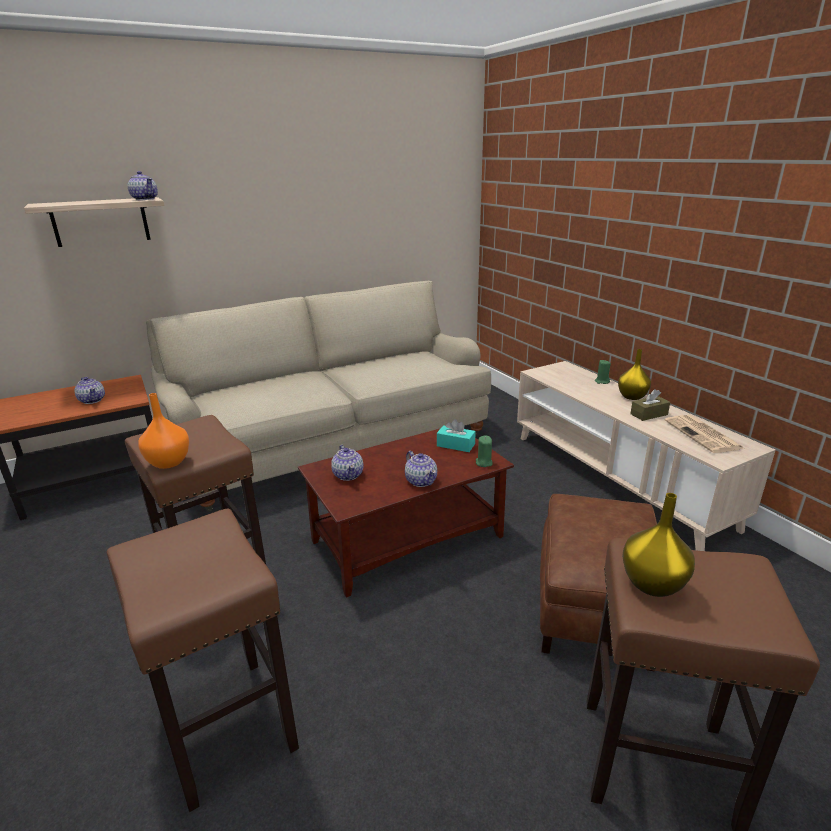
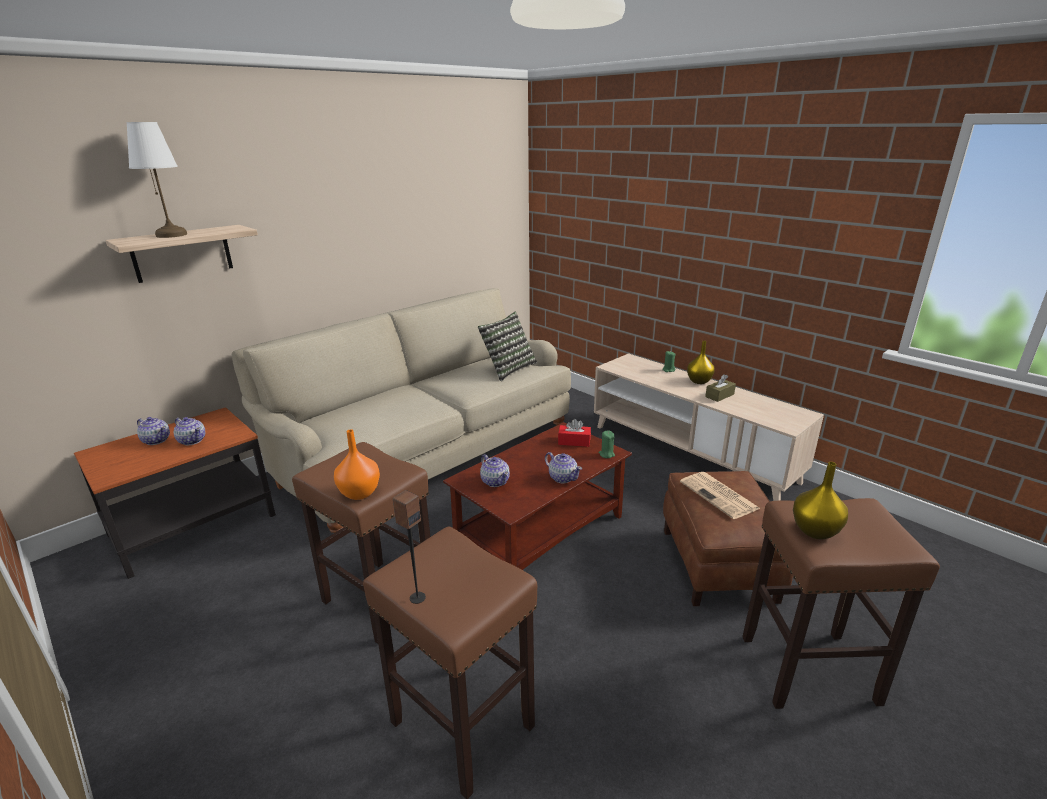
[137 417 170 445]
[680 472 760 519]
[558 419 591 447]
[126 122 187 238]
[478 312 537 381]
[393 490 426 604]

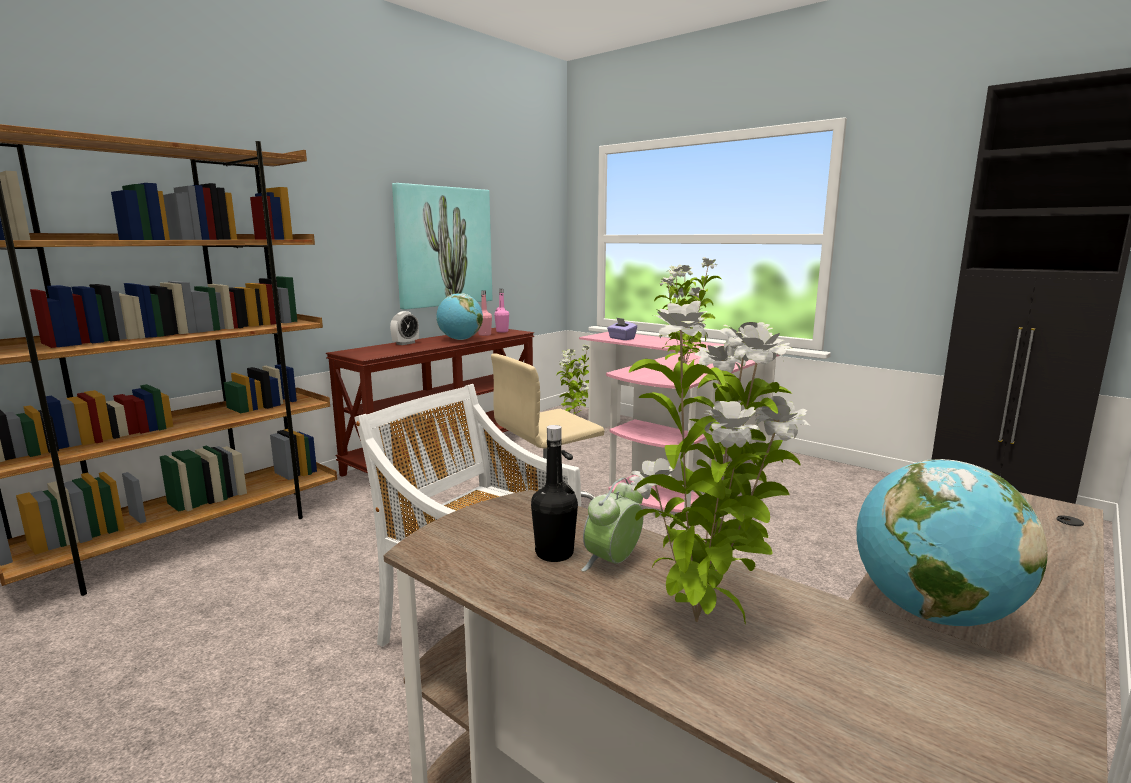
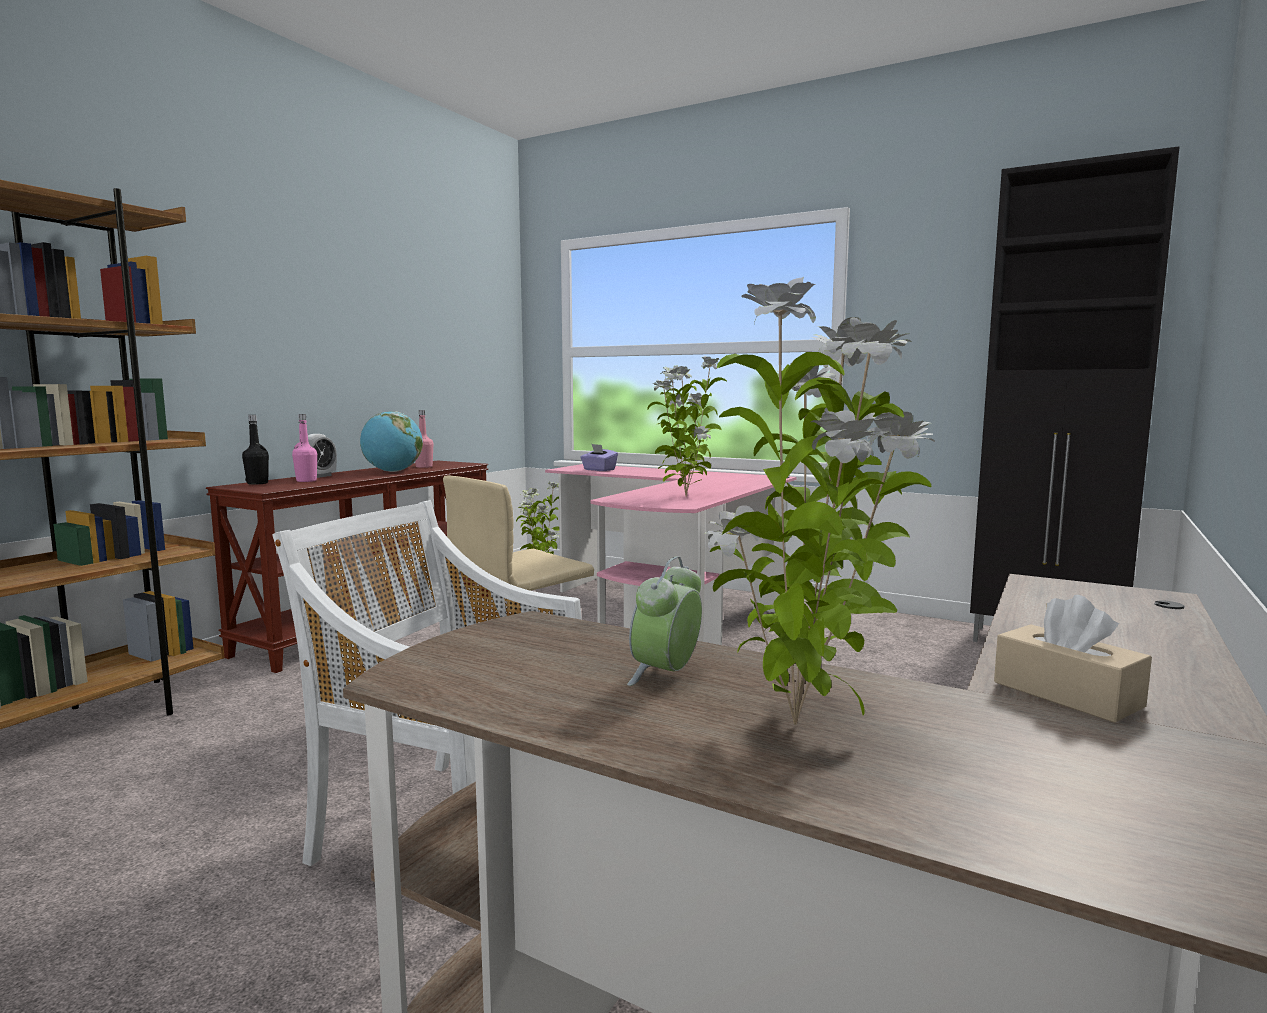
[392 183 492 310] (first image)
[292 414 317 482]
[242 415 269 485]
[994 595 1152 723]

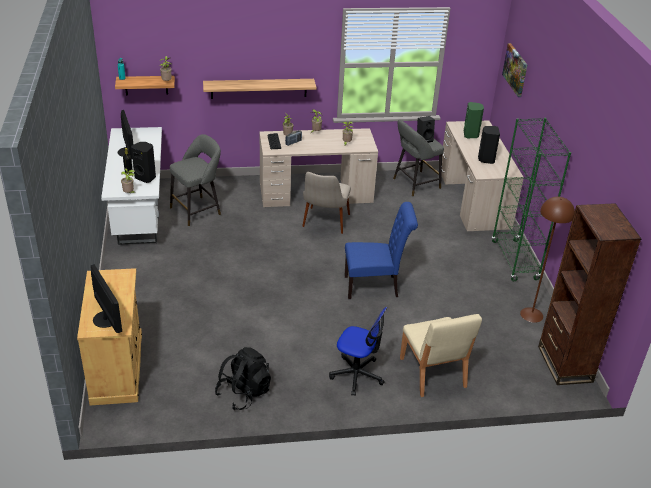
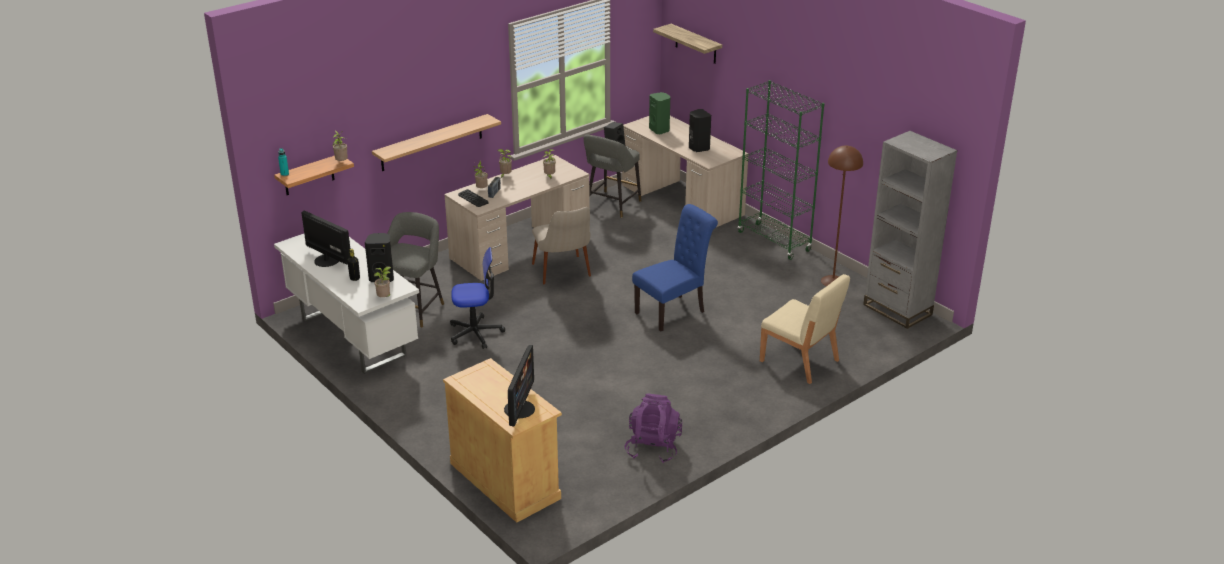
[653 24 722 64]
[863 131 958 329]
[504 345 535 426]
[450 247 505 349]
[624 394 682 463]

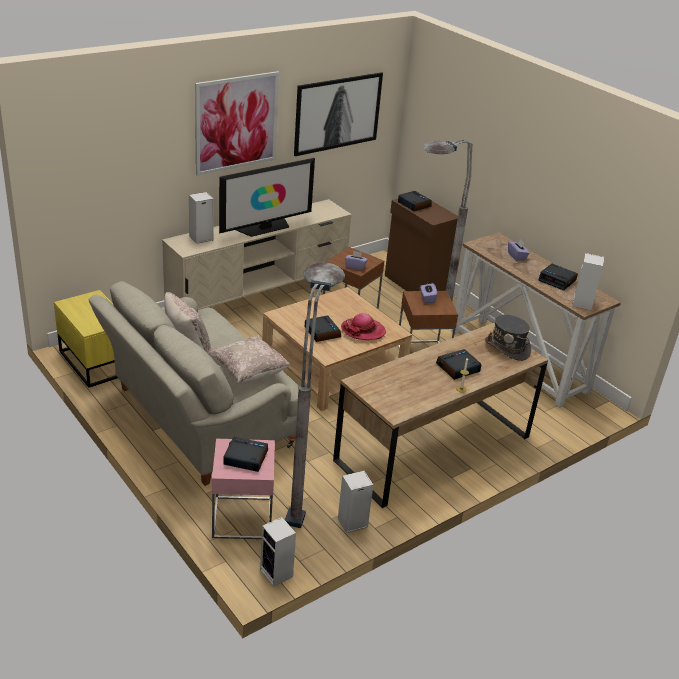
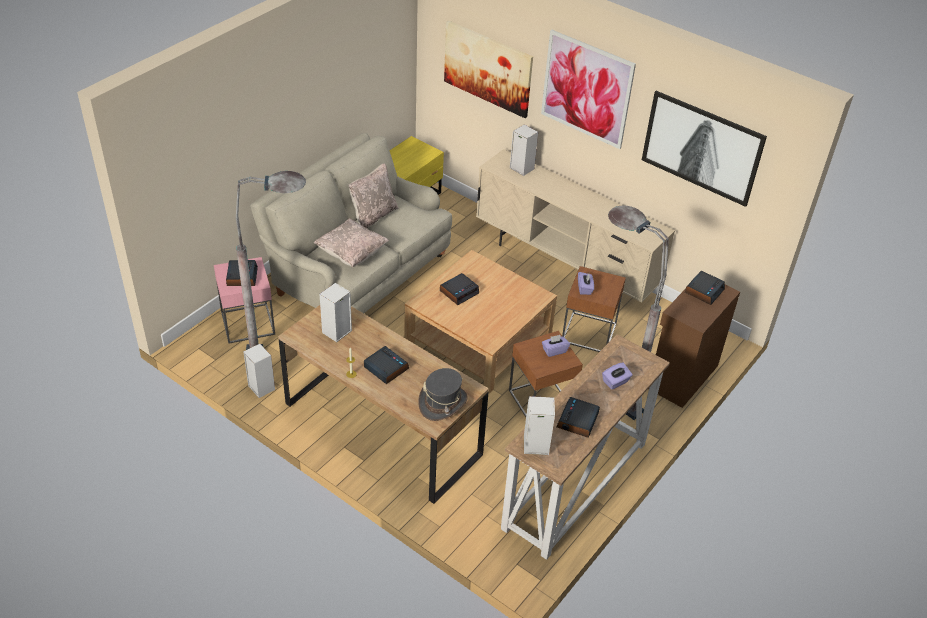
[219 158 315 237] (first image)
[341 313 386 340] (first image)
[320 283 352 342]
[444 21 533 118]

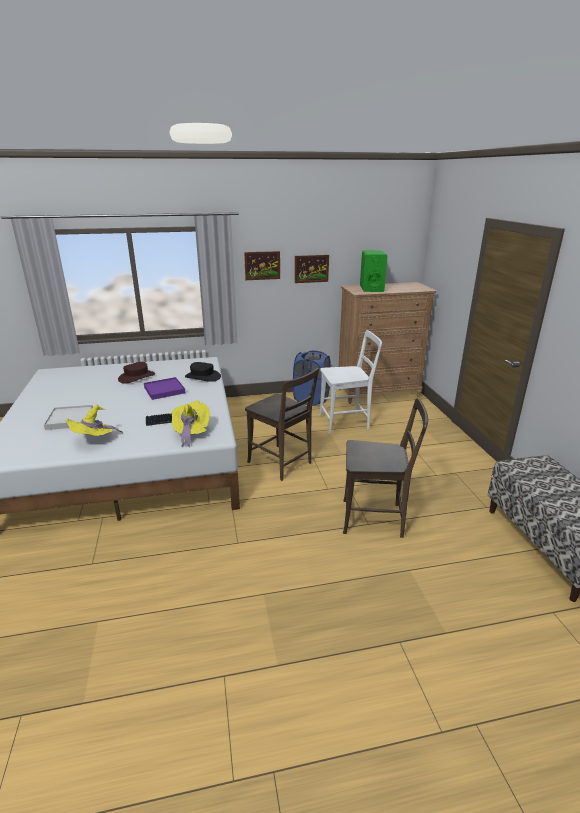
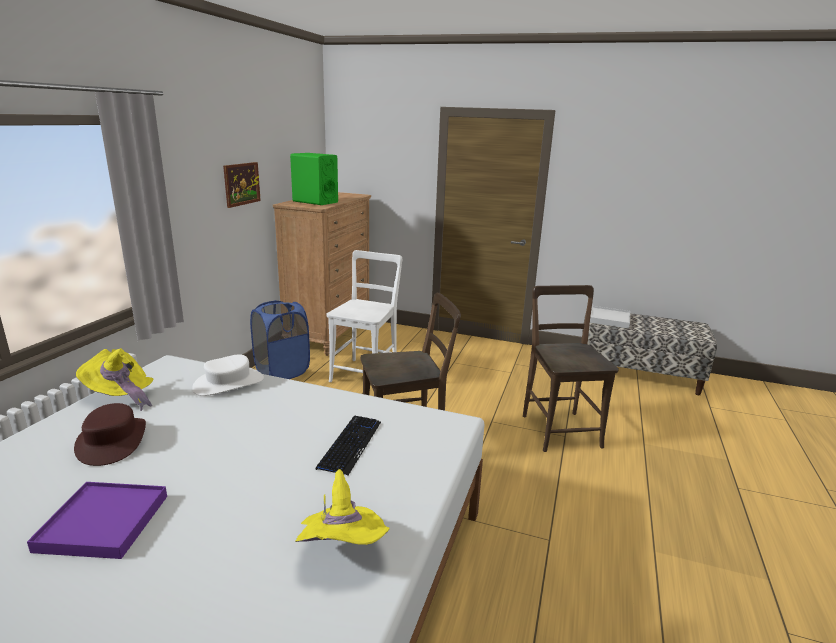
[244 251 280 280] (first image)
[192 354 264 396]
[27 482 167 559]
[523 285 619 452]
[76 348 153 411]
[590 306 630 329]

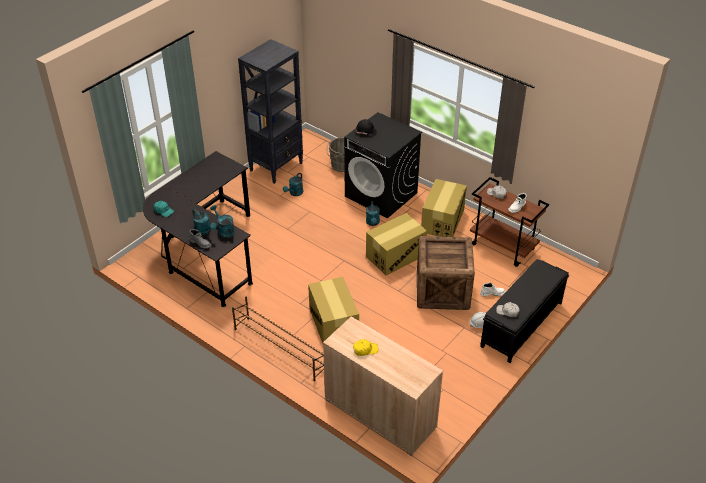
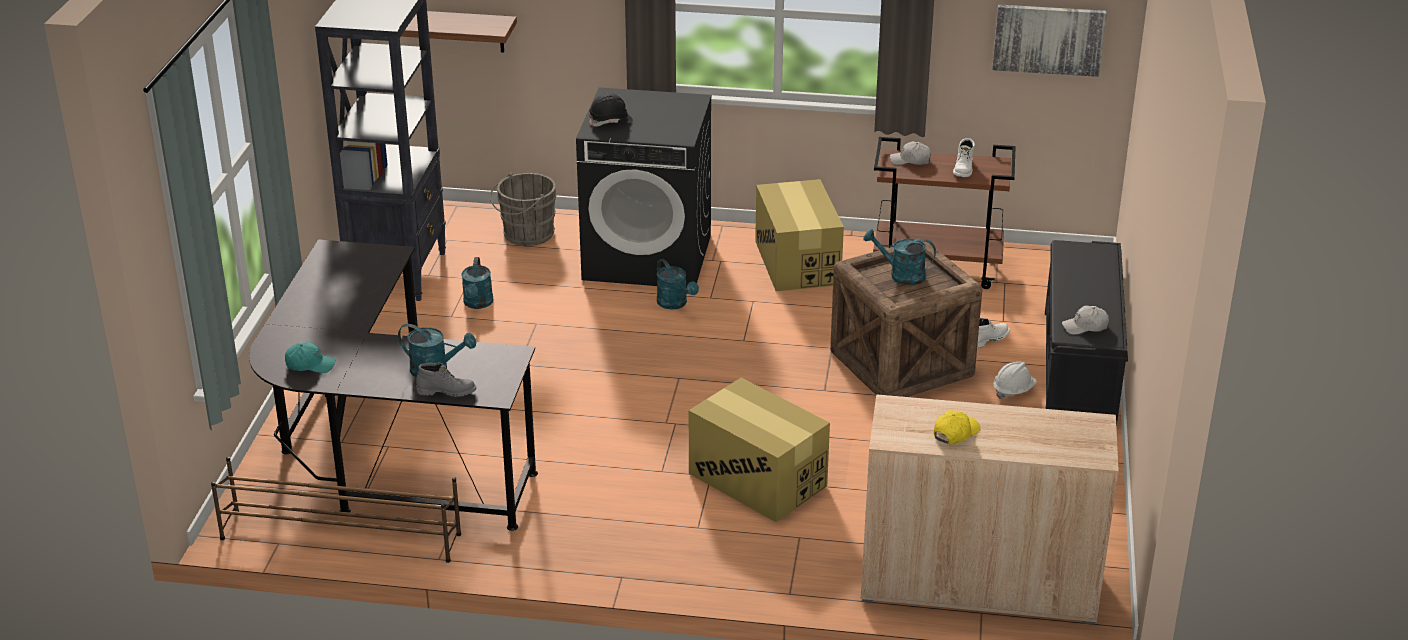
[863 229 936 285]
[366 213 427 276] (first image)
[211 457 461 563]
[992 5 1107 77]
[401 11 517 53]

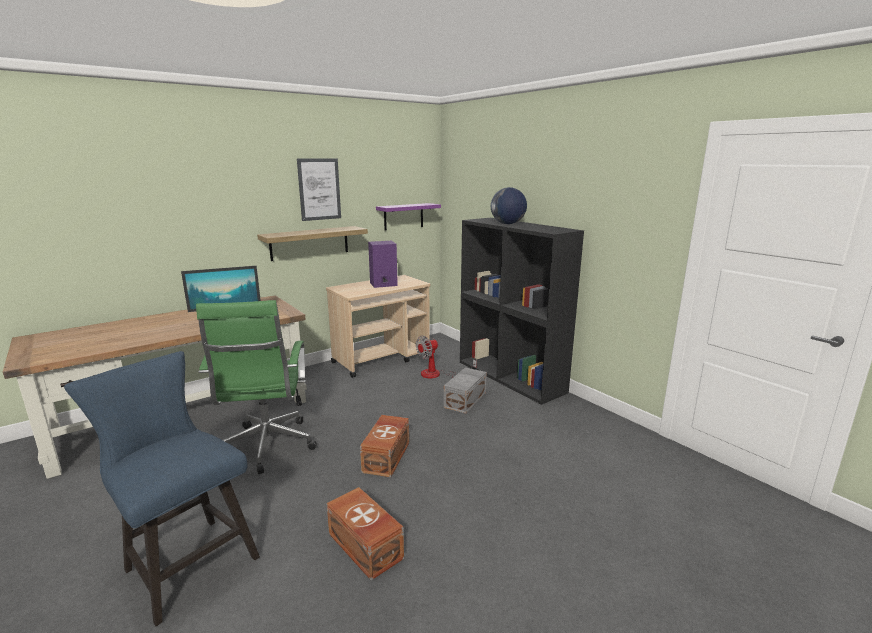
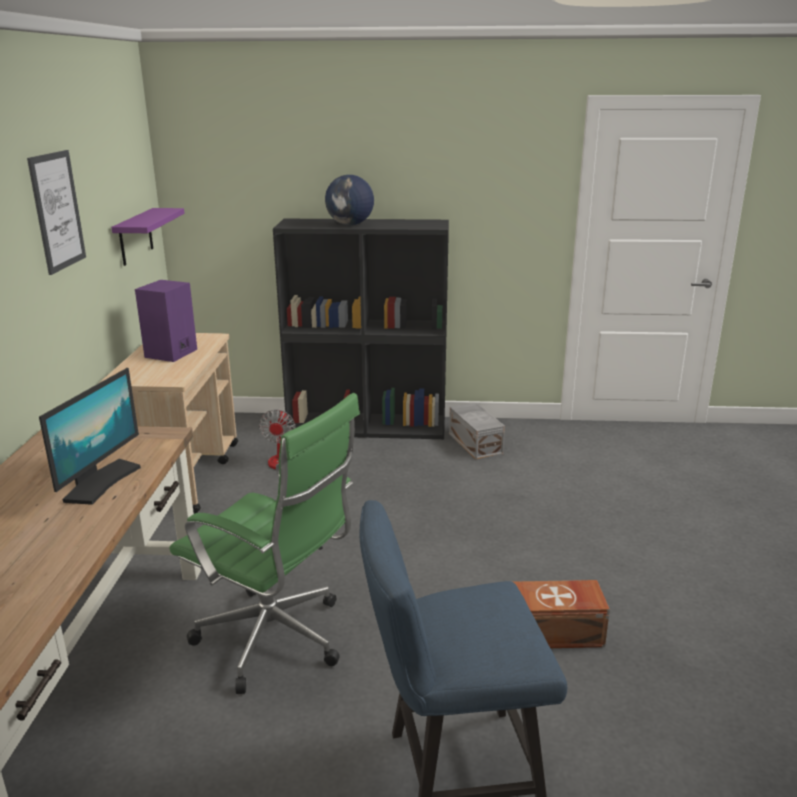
[257 226 368 261] (first image)
[449 403 505 459]
[360 415 409 477] (first image)

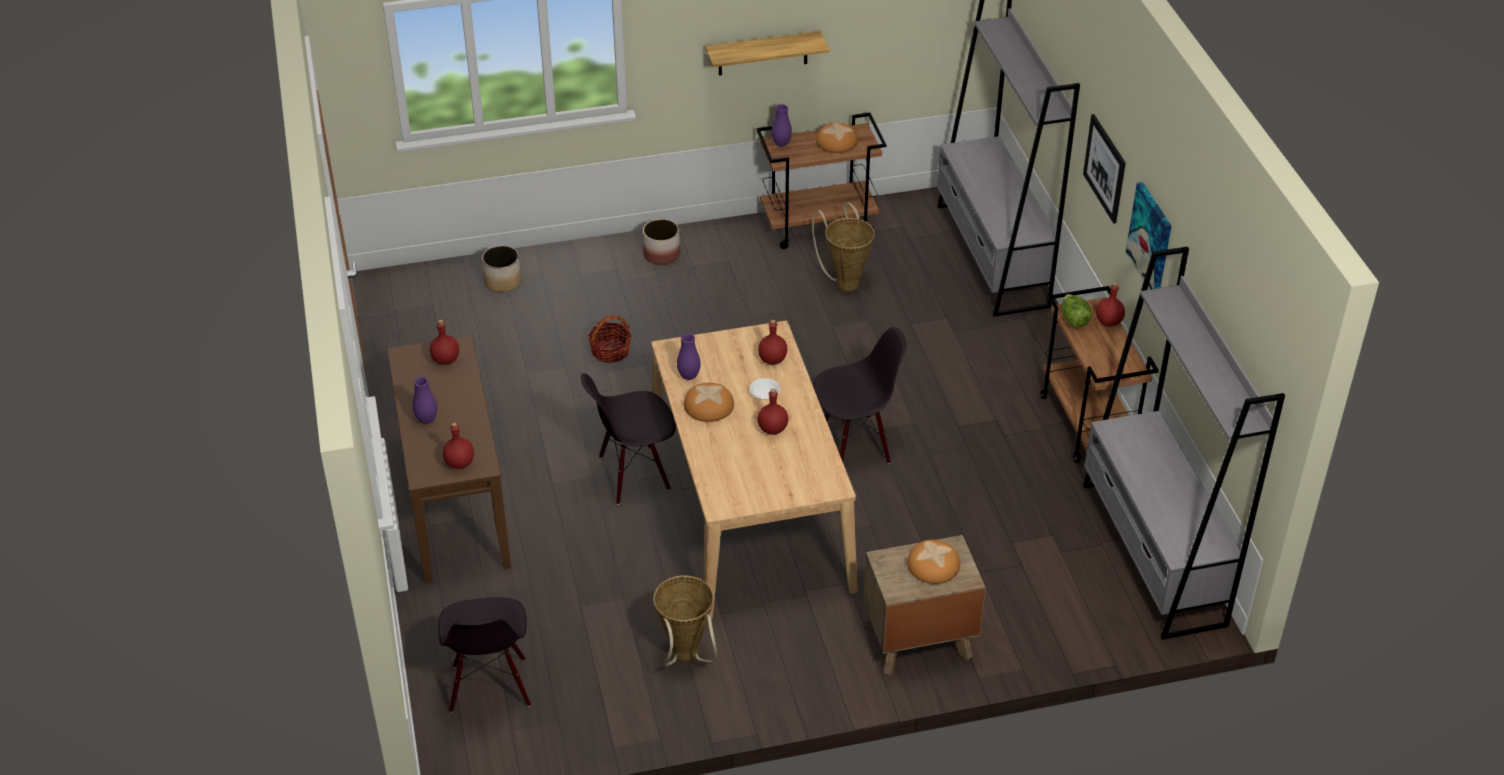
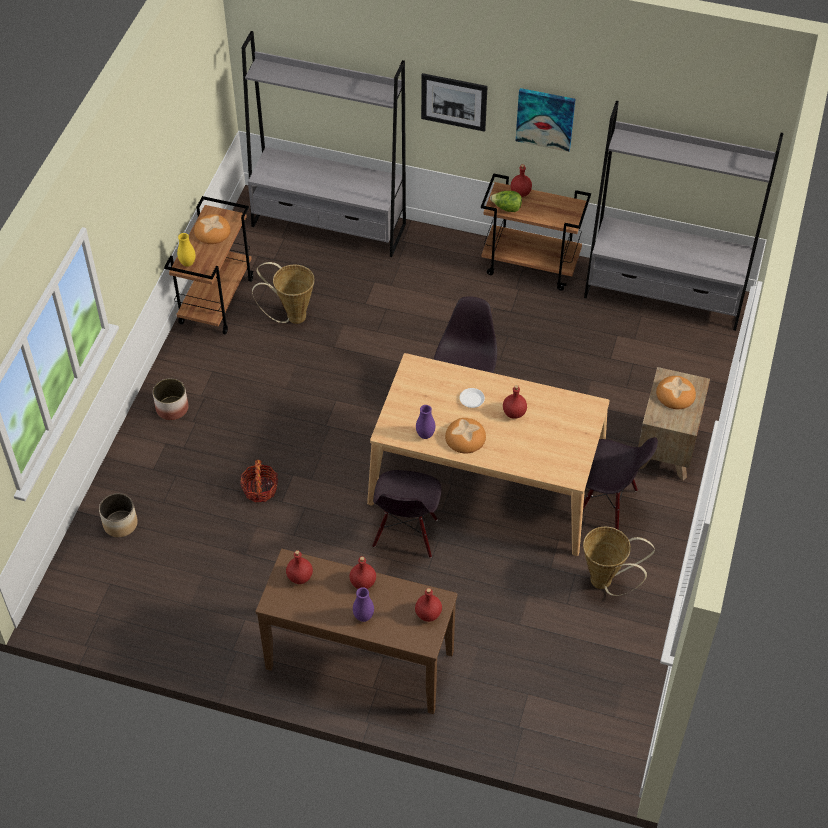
[705 31 830 76] (first image)
[177 233 196 267]
[349 556 376 589]
[583 437 658 530]

